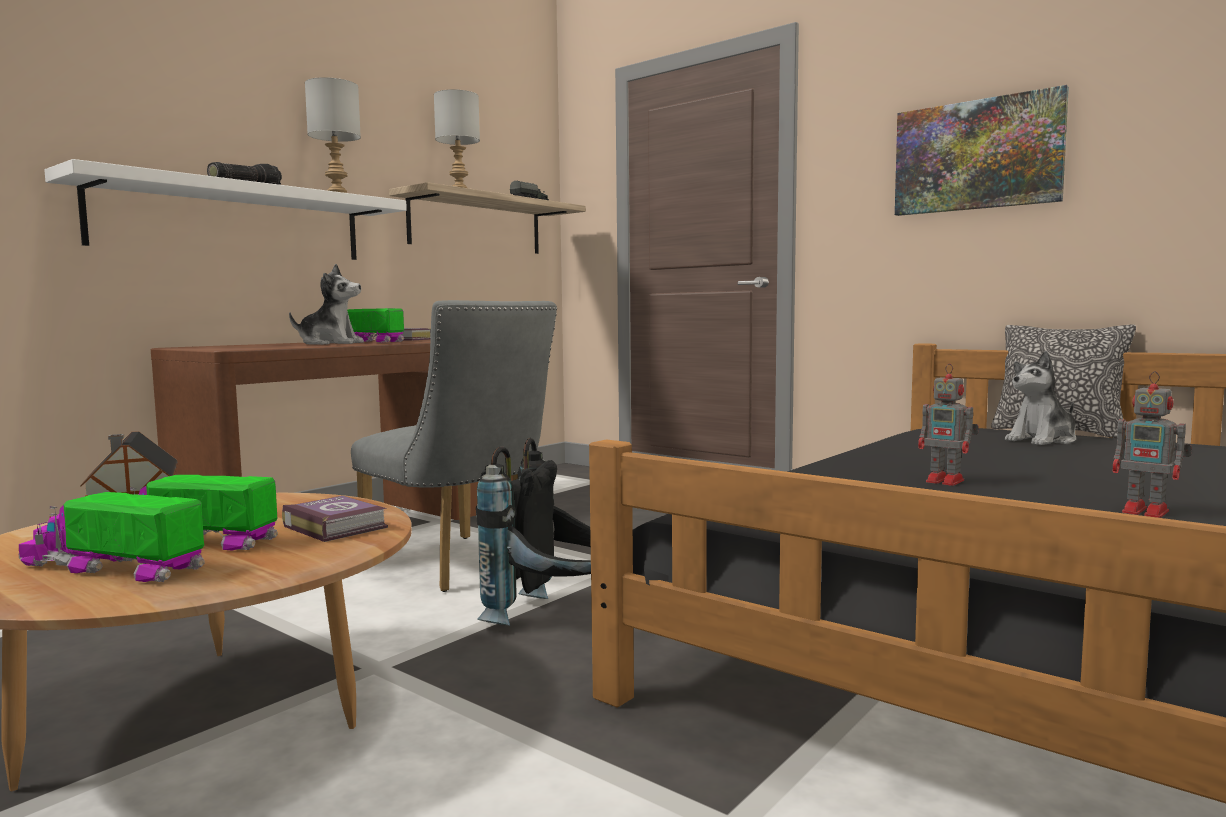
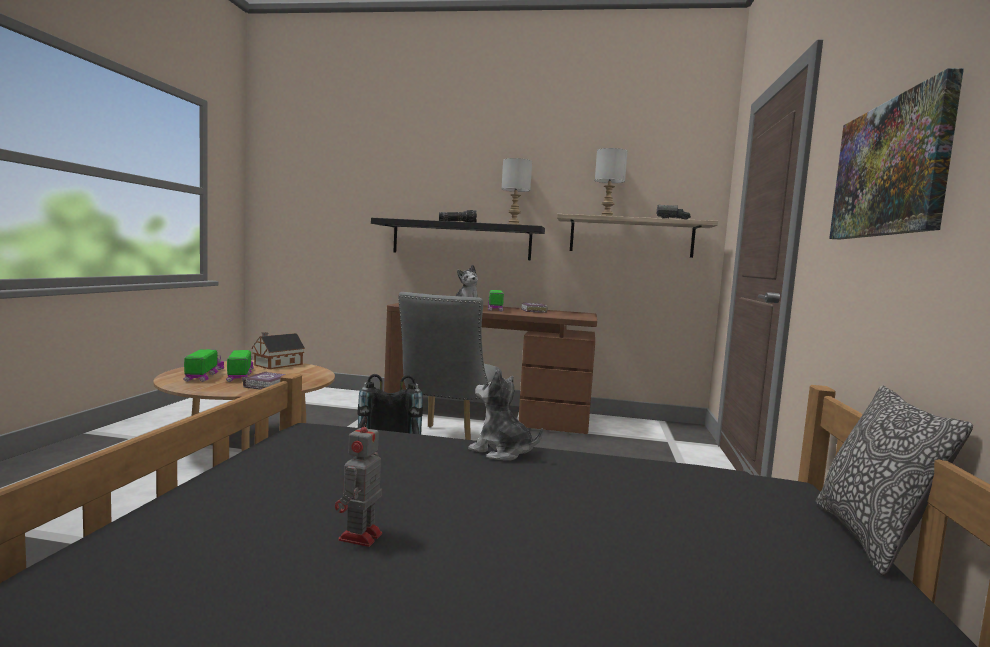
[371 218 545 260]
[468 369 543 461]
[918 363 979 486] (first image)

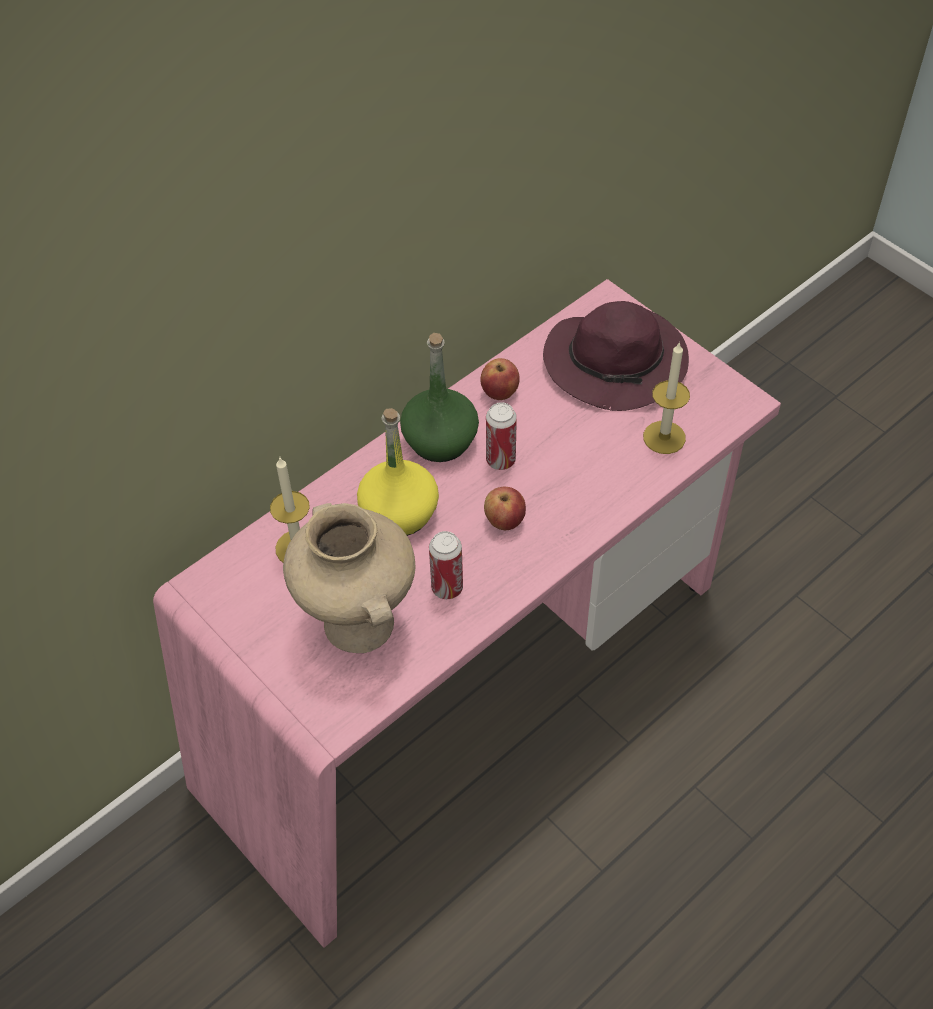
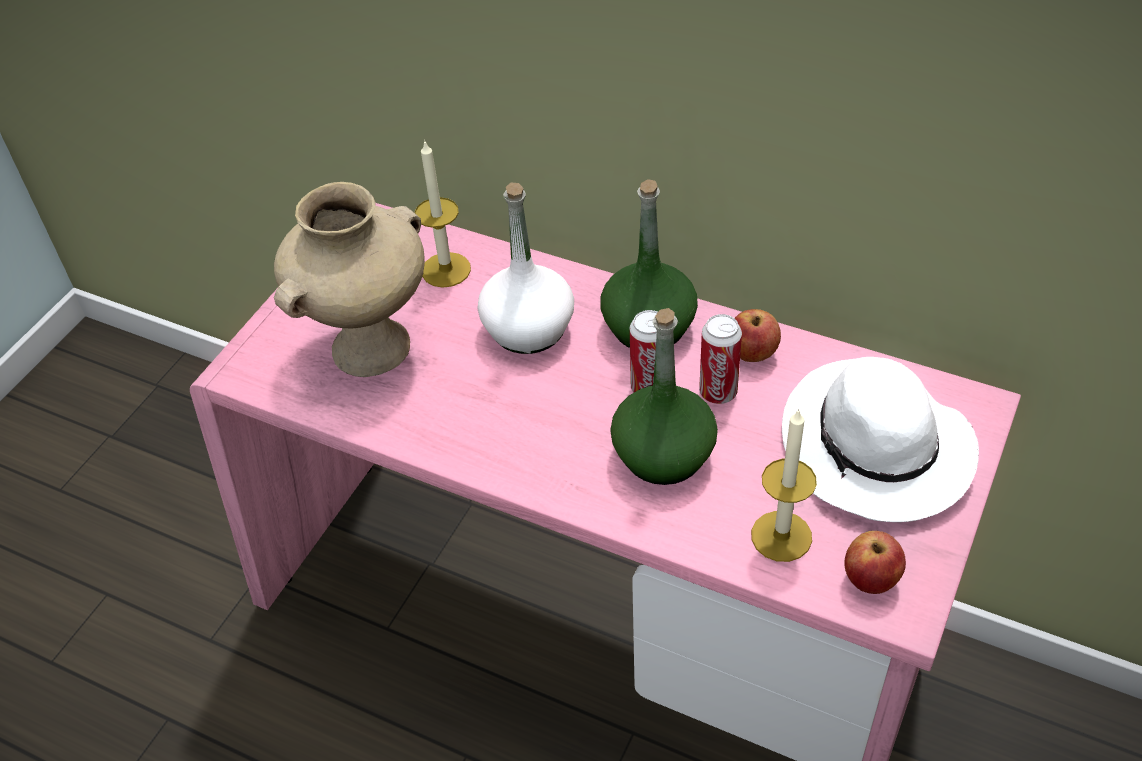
[782 357 979 522]
[478 183 574 354]
[844 531 906 594]
[699 314 742 404]
[610 308 718 485]

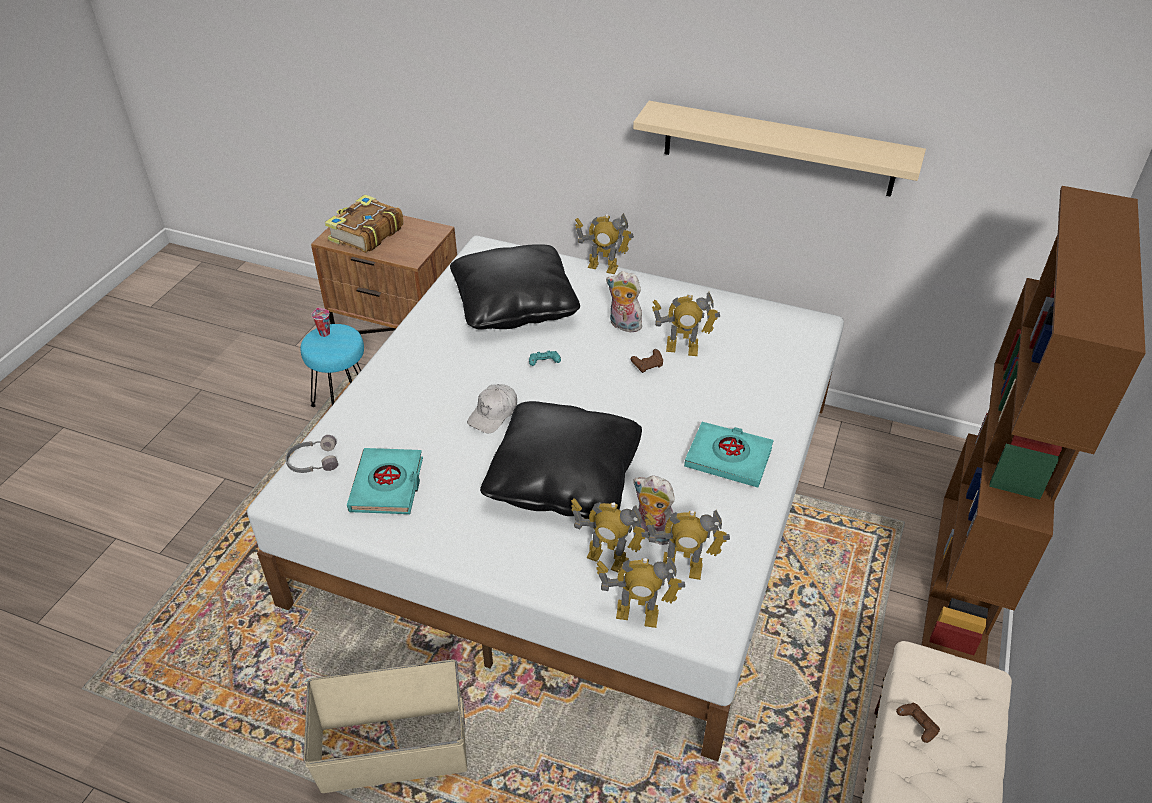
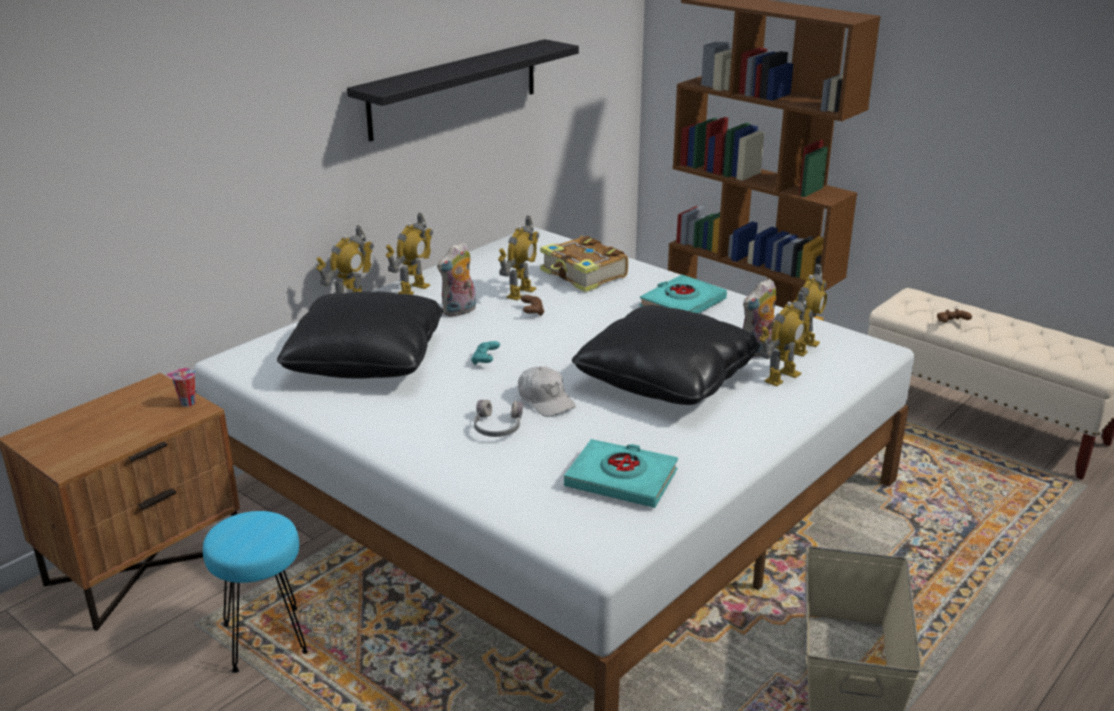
[347 39 579 141]
[540 236 628 292]
[167 368 196 407]
[474 400 523 437]
[385 213 433 295]

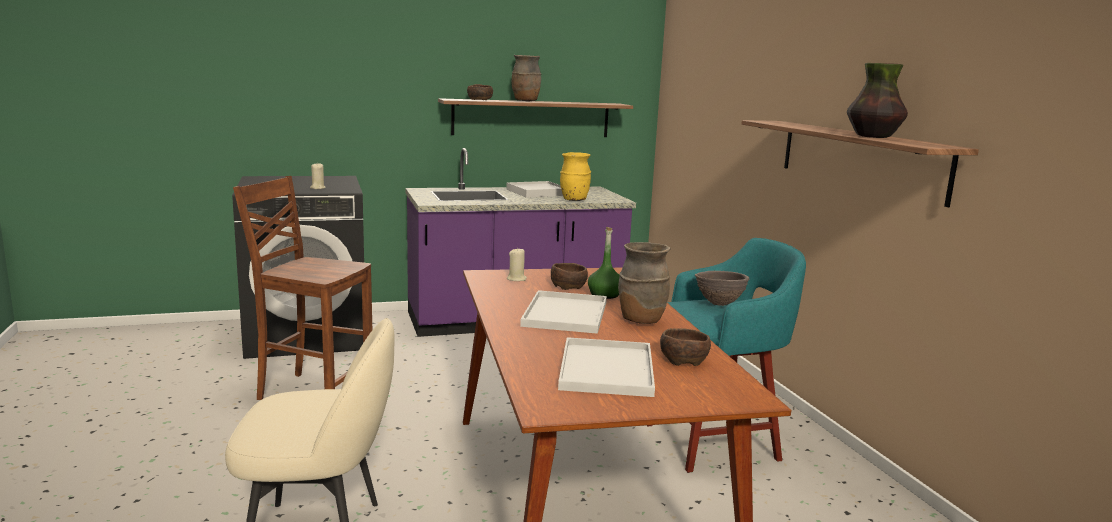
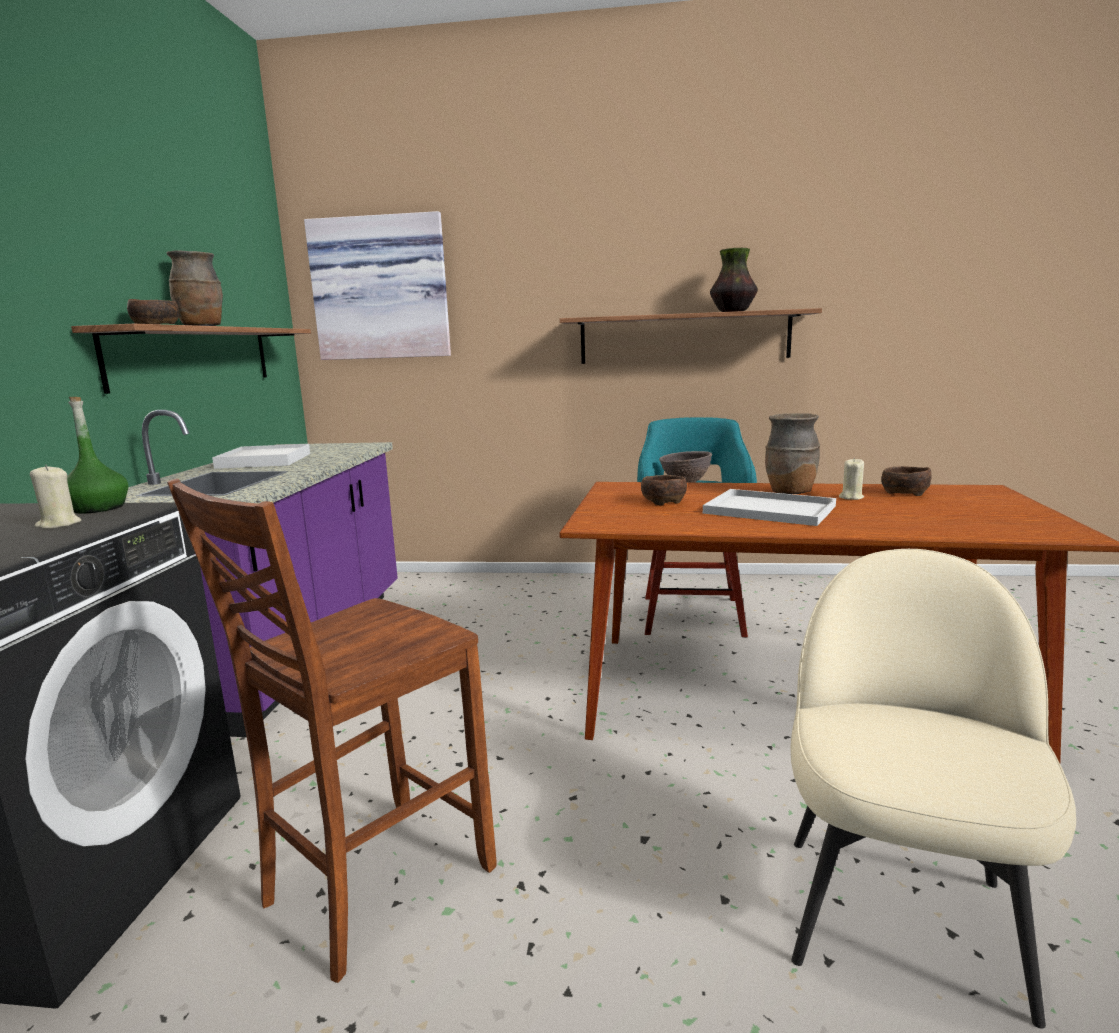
[560 152 591 201] (first image)
[67 397 128 514]
[839 458 864 500]
[558 337 655 397] (first image)
[304 211 451 360]

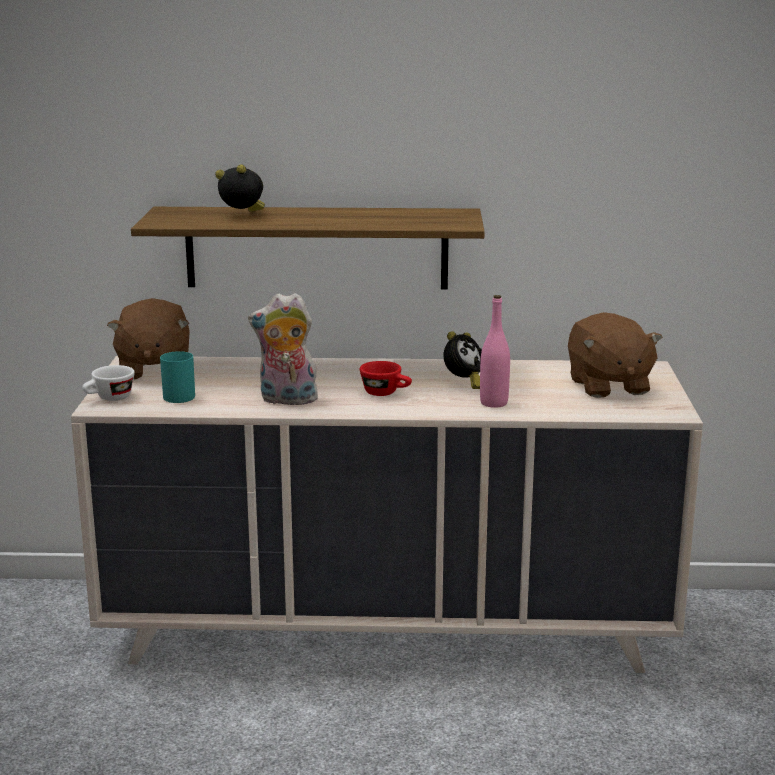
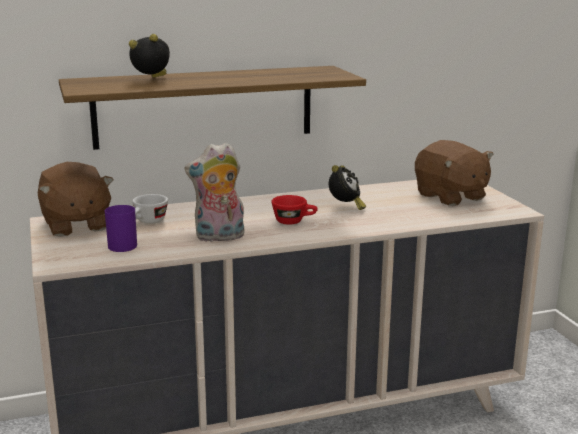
[480 295 510 408] (first image)
[105 205 137 252]
[132 194 168 224]

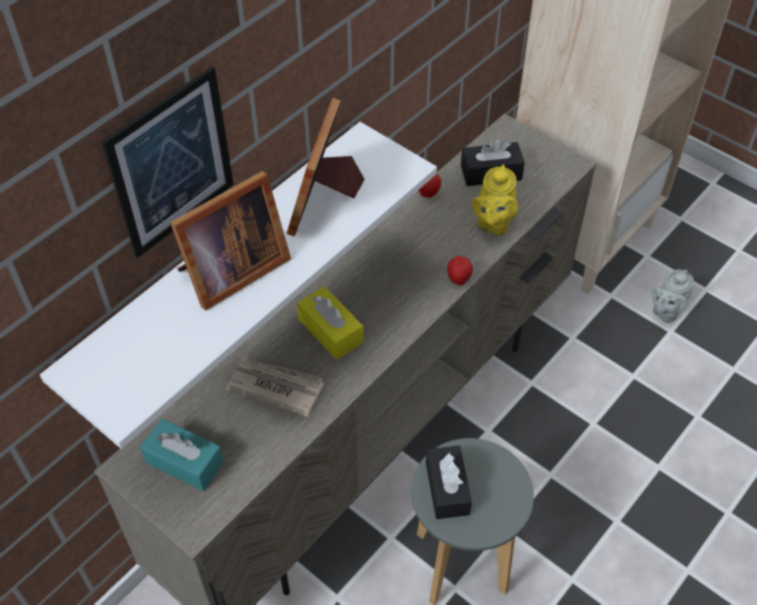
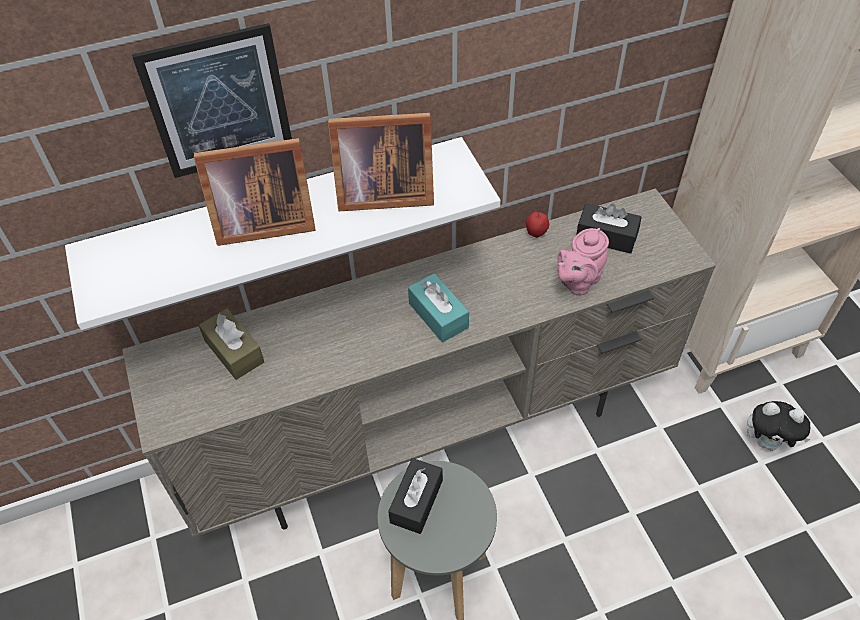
[328 113 434 211]
[557 228 609 296]
[447 256 473 286] (first image)
[747 401 811 451]
[297 287 363 359] (first image)
[226 358 324 417] (first image)
[408 273 469 342]
[199 309 264 380]

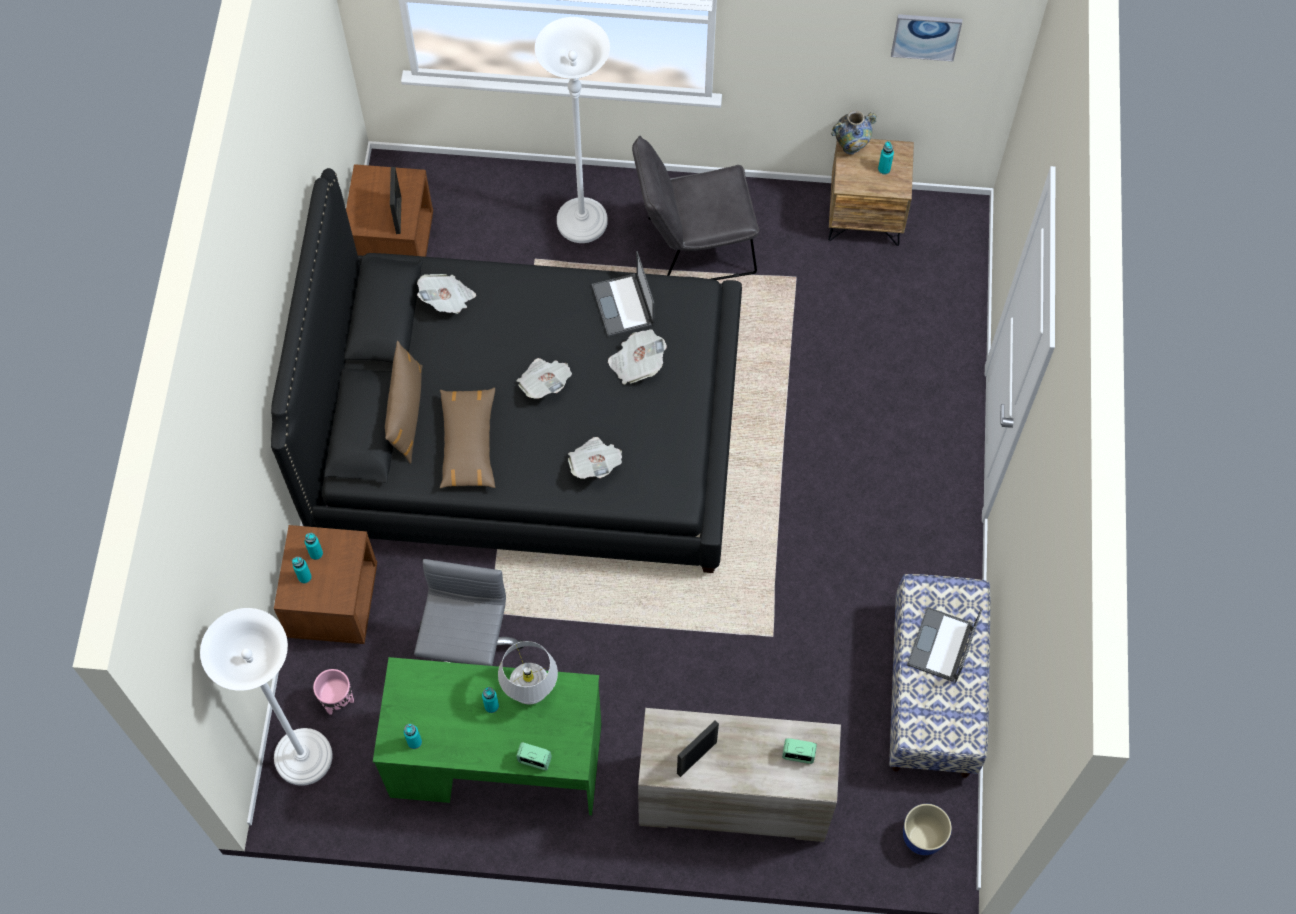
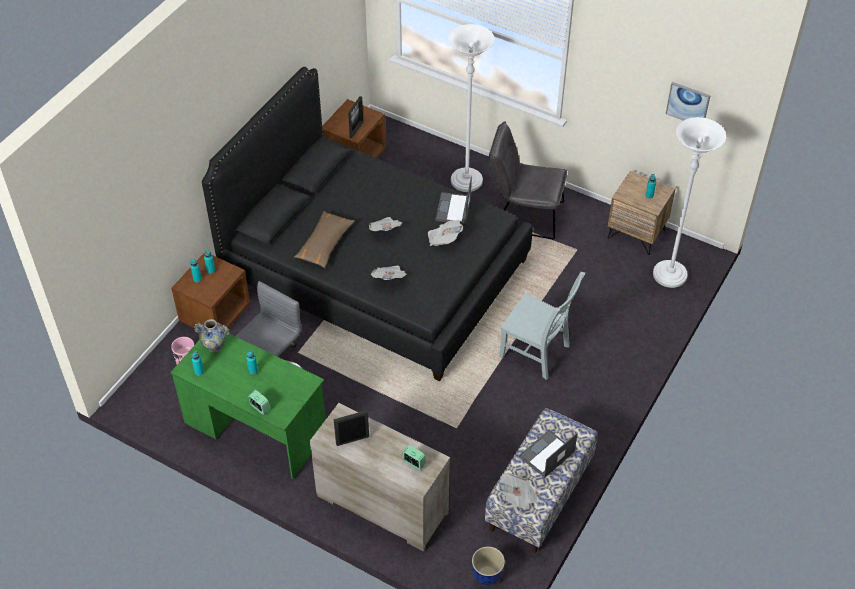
[194 319 230 352]
[497 473 540 509]
[385 340 423 463] (first image)
[653 117 726 288]
[498 641 558 704] (first image)
[500 272 585 380]

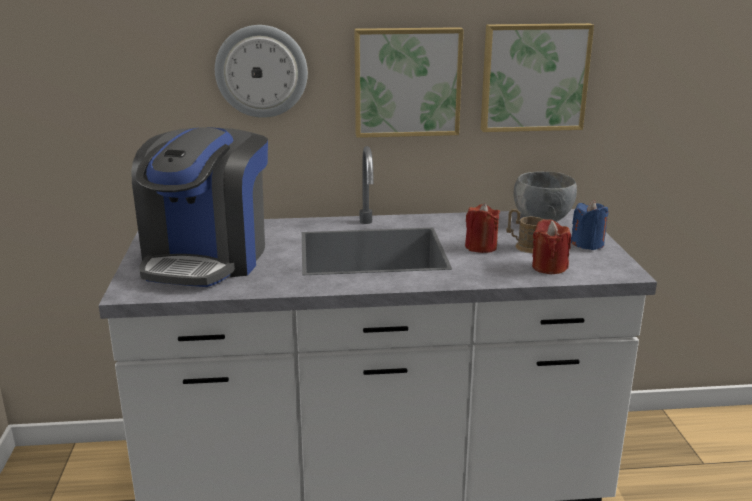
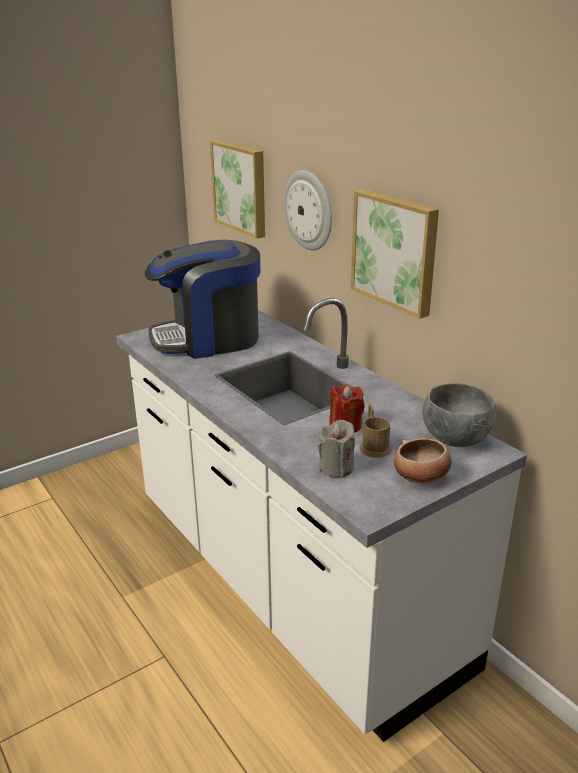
[210 140 265 239]
[394 438 452 483]
[318 420 355 478]

